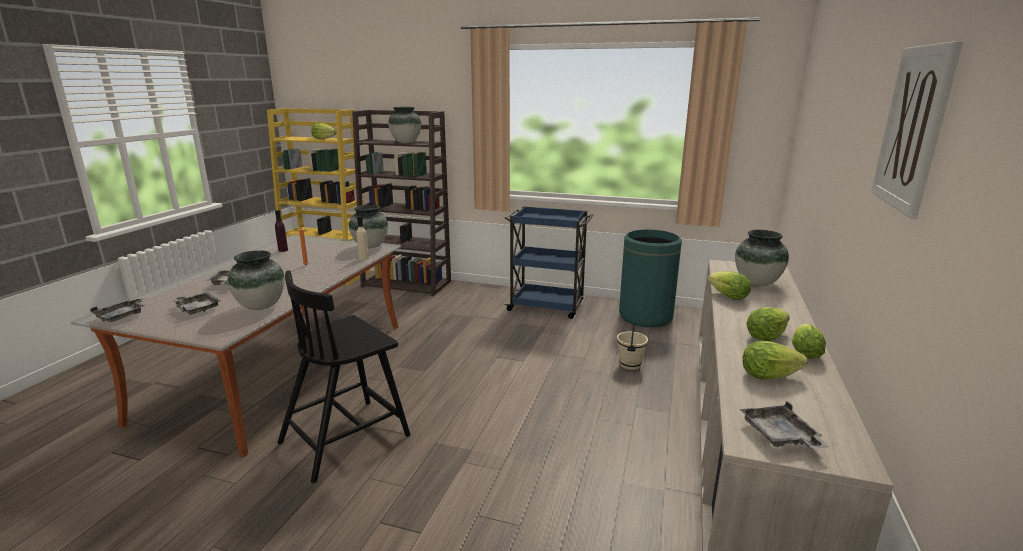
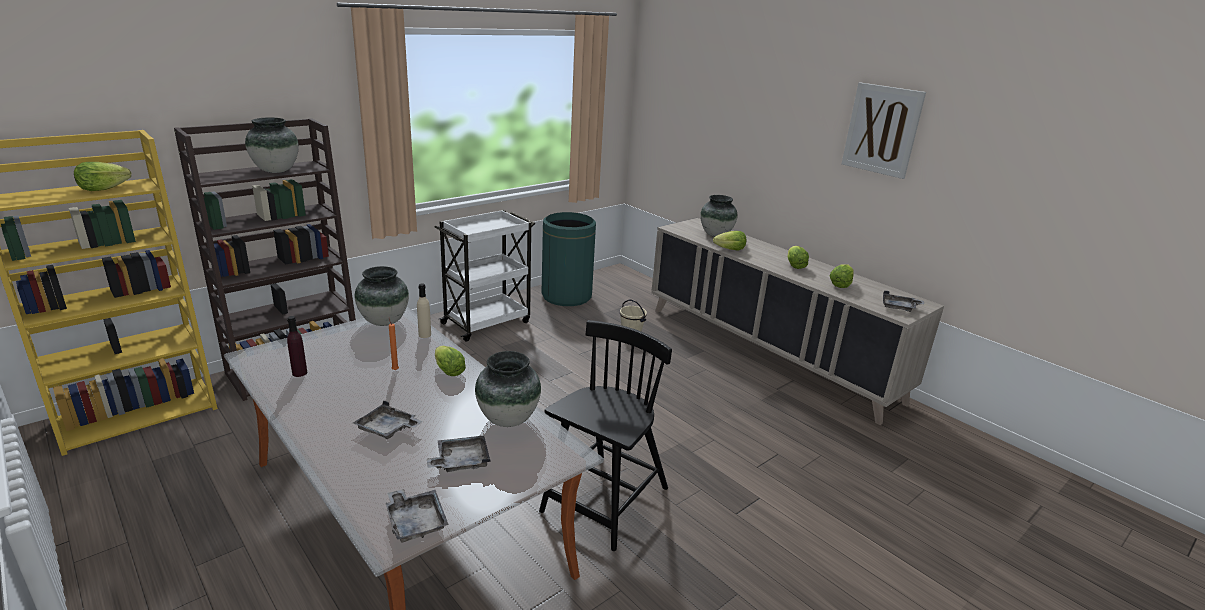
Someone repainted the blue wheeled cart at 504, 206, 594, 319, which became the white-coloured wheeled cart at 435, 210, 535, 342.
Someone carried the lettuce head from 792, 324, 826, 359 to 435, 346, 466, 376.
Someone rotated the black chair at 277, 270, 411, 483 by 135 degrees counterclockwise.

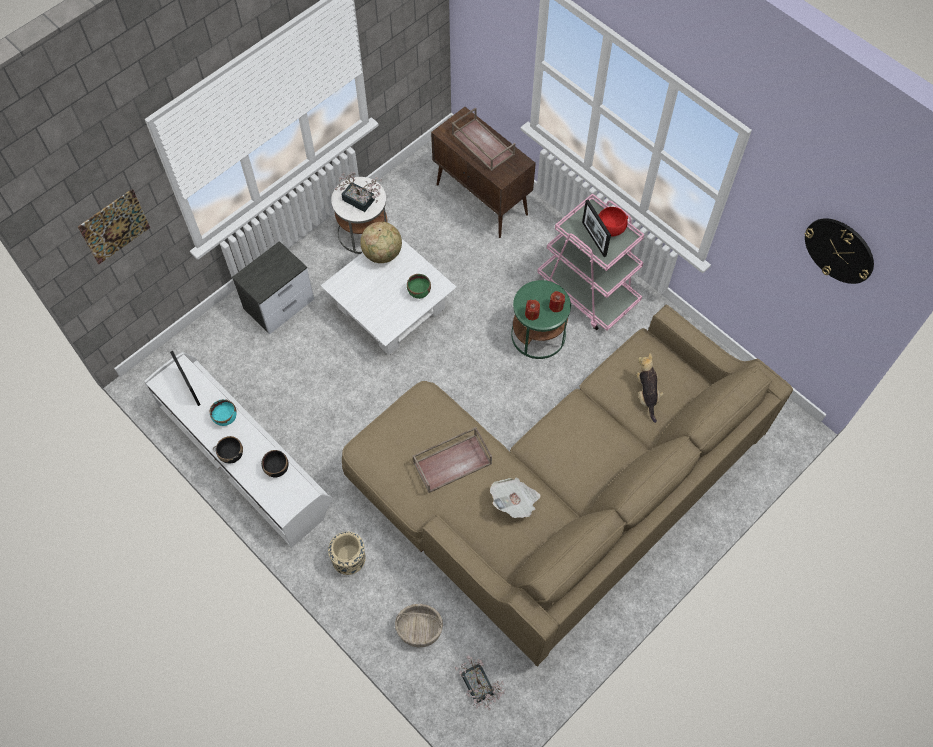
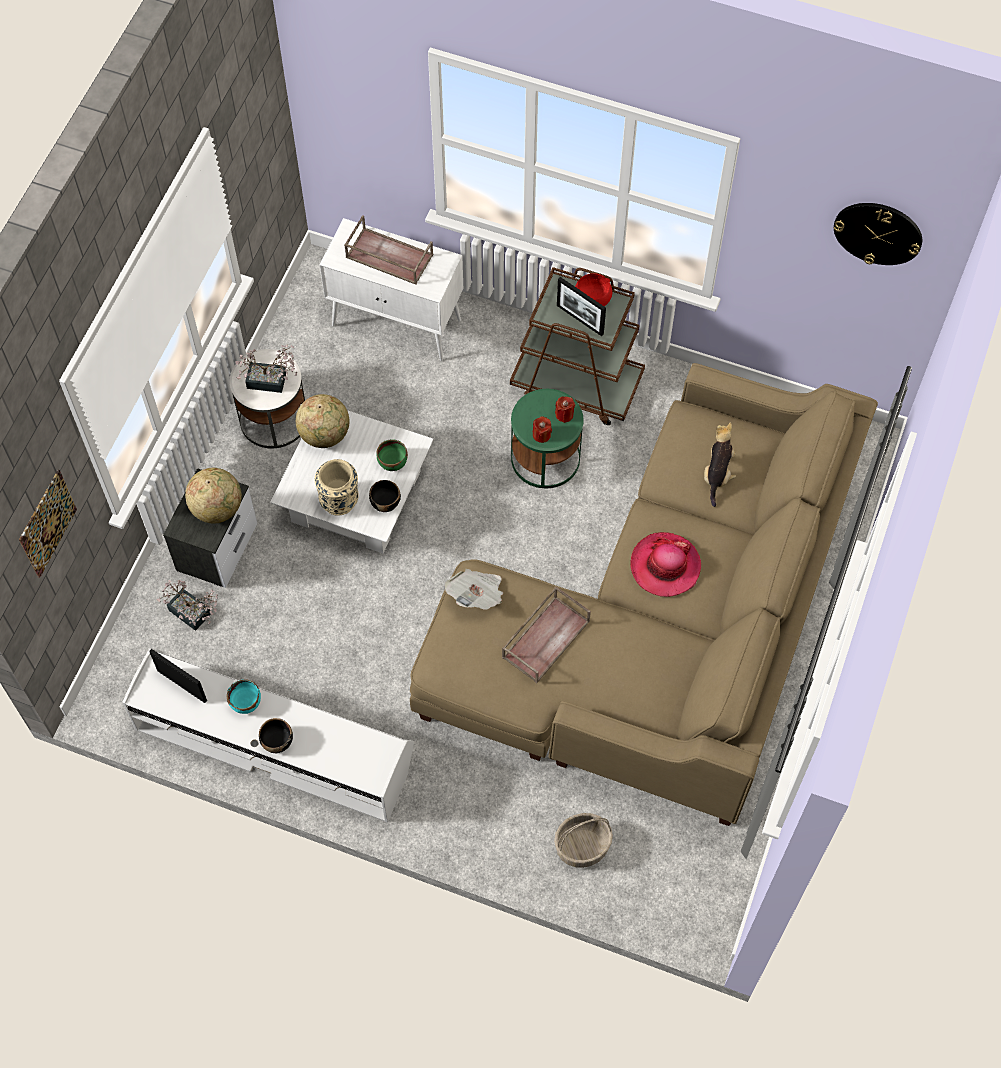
Someone carried the plant in a pot from 455, 656, 505, 710 to 157, 580, 218, 631.
Someone put down the desk globe at 185, 468, 242, 523.
Someone carried the beige-coloured decorative vase from 328, 532, 366, 575 to 315, 459, 359, 516.
Someone repainted the brown-coloured cabinet at 431, 107, 536, 238, which became the white-coloured cabinet at 320, 218, 463, 361.
Someone carried the black serving bowl from 261, 450, 289, 477 to 369, 480, 401, 512.
Someone carried the newspaper from 490, 478, 541, 518 to 445, 569, 503, 610.
Someone repainted the pinkish wheeled cart at 537, 193, 645, 331, which became the brown-coloured wheeled cart at 510, 267, 645, 425.
Someone put down the hat at 631, 532, 701, 597.
Someone rotated the soft toy at 636, 353, 664, 423 by 45 degrees clockwise.

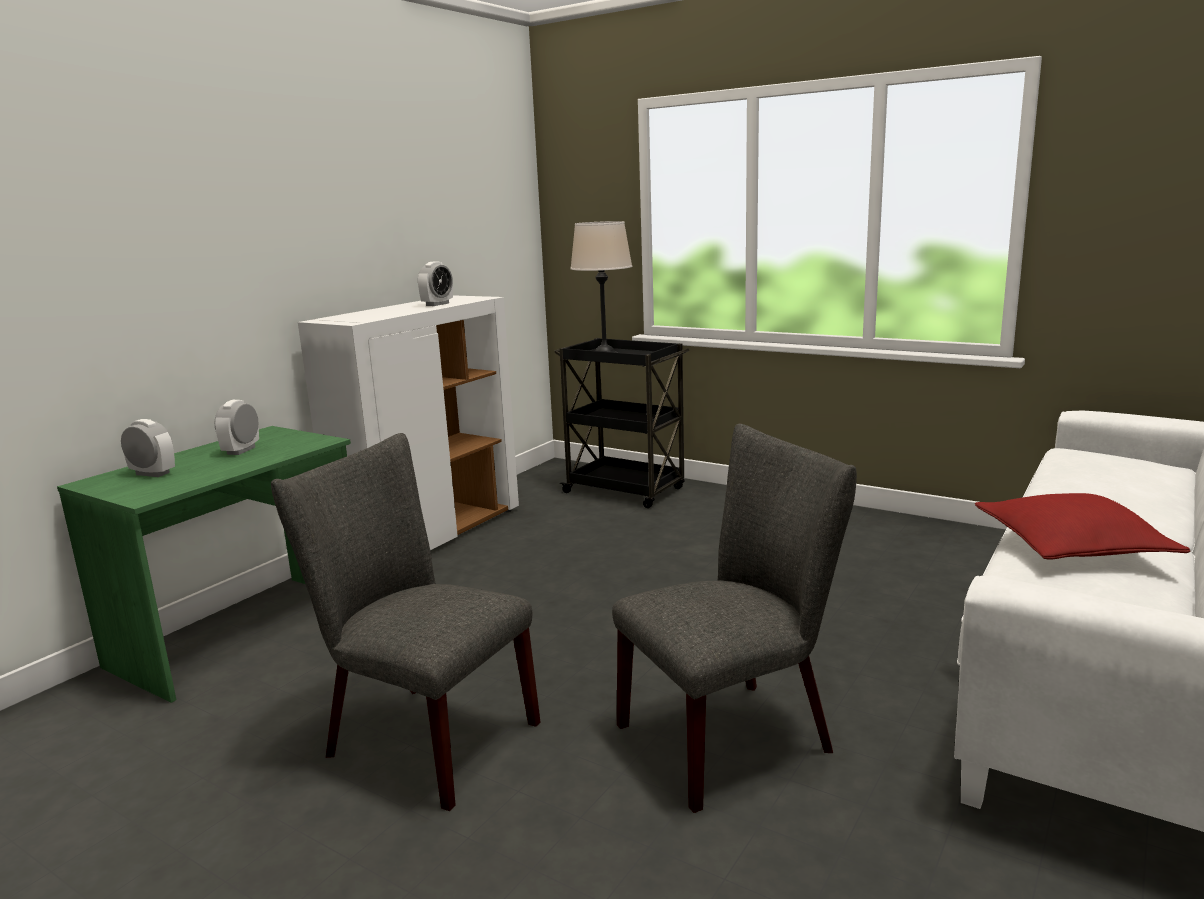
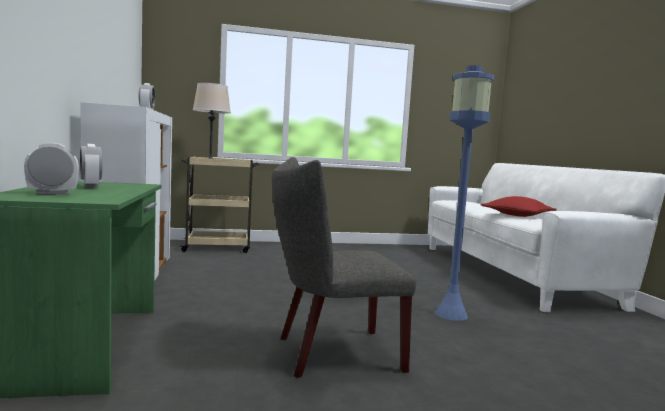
Someone repainted the black wheeled cart at 554, 338, 690, 508, which became the beige-coloured wheeled cart at 179, 157, 259, 253.
Someone swapped the greyish chair at 612, 424, 857, 813 for the blue floor lamp at 435, 65, 494, 321.

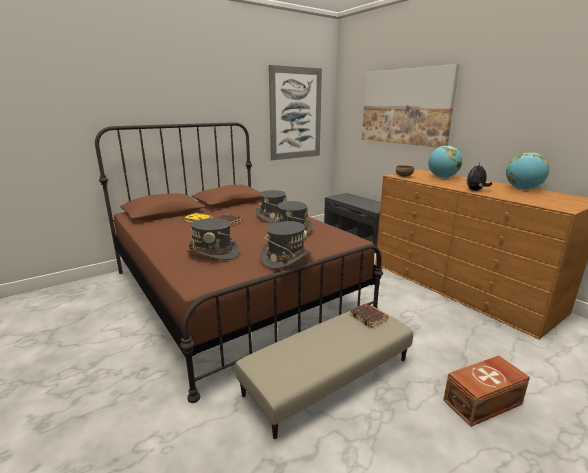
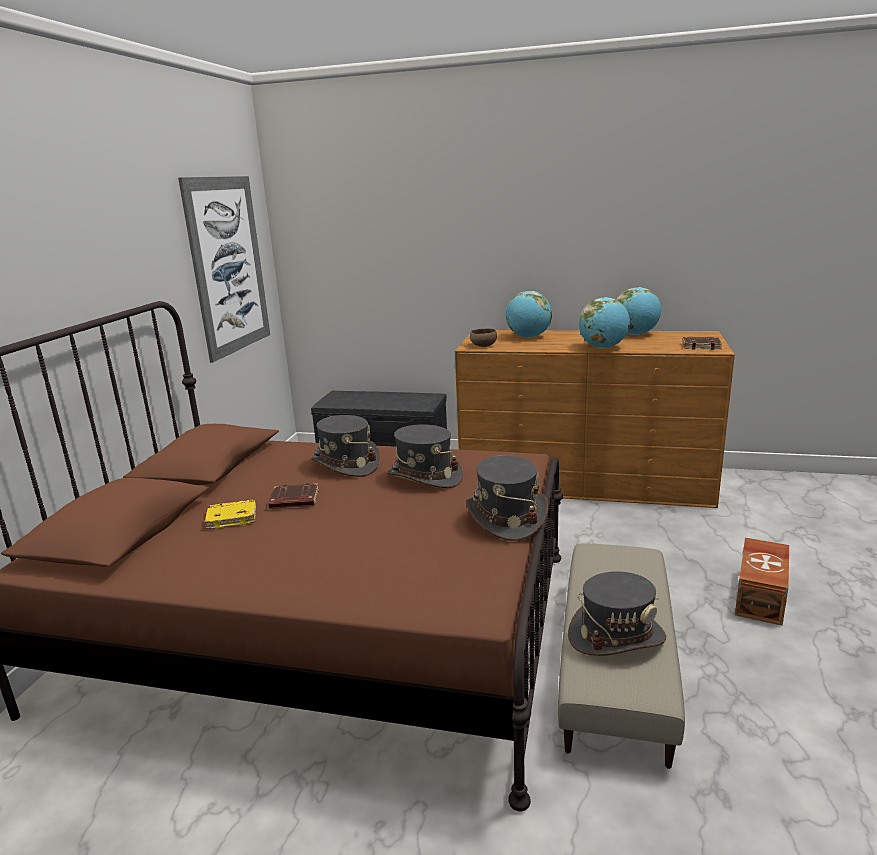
Someone carried the greyish hat from 187, 218, 239, 260 to 568, 571, 666, 656.
Someone swapped the soft toy at 467, 163, 492, 191 for the desk globe at 579, 297, 630, 348.
Someone carried the brown-coloured bound book from 350, 303, 388, 328 to 682, 337, 722, 350.
Someone took away the wall art at 362, 64, 460, 147.

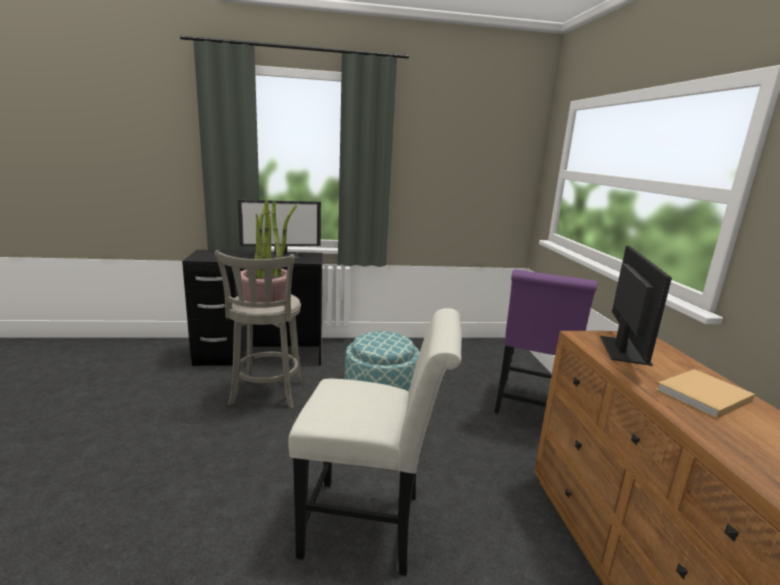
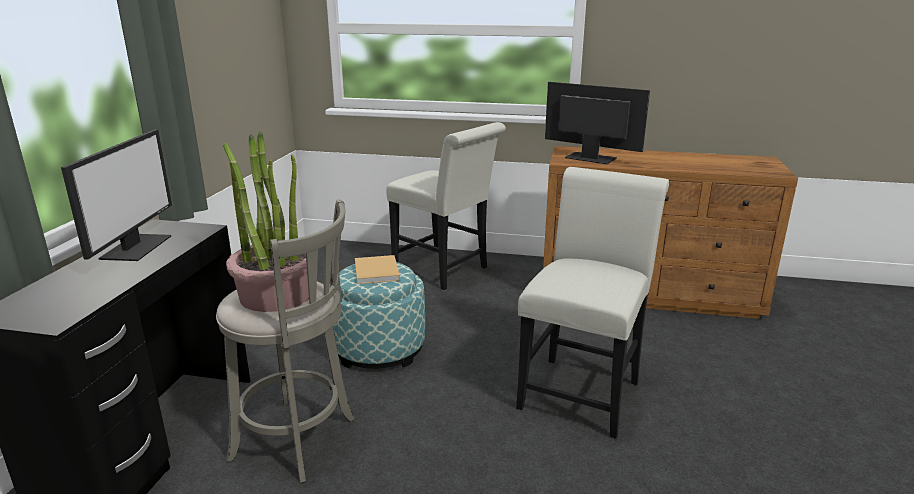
Someone carried the beige-coloured bound book from 656, 369, 755, 419 to 355, 255, 400, 284.
Someone repainted the purplish chair at 494, 270, 597, 414, which became the white-coloured chair at 386, 122, 506, 290.

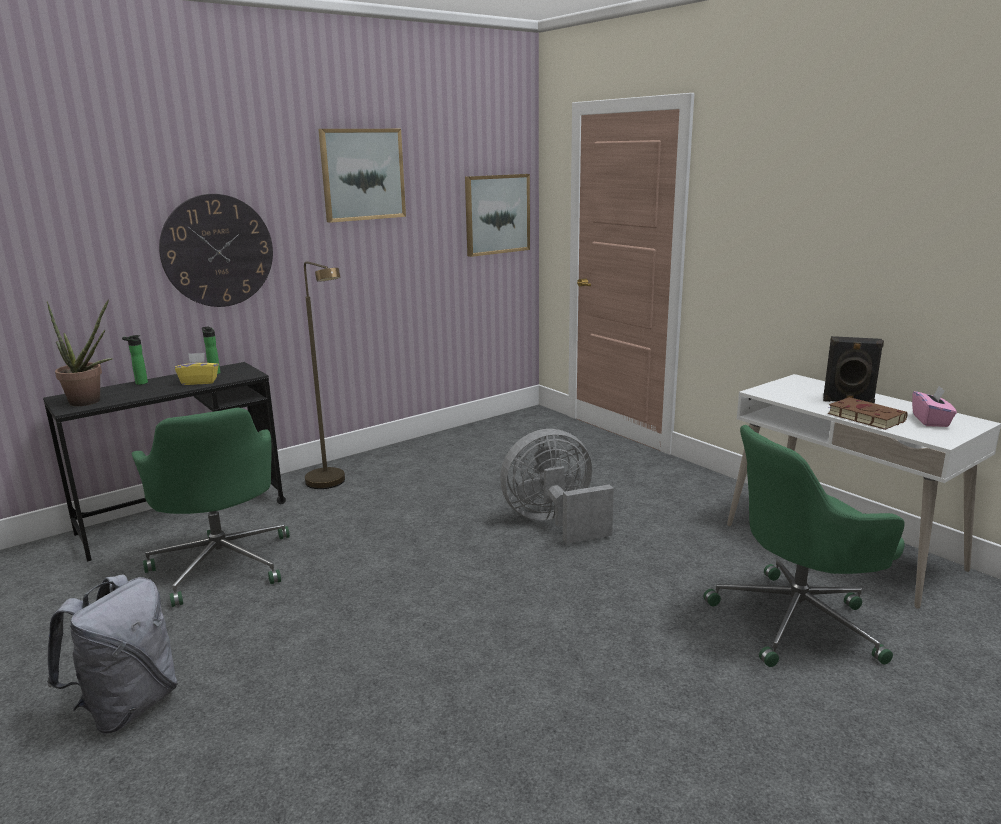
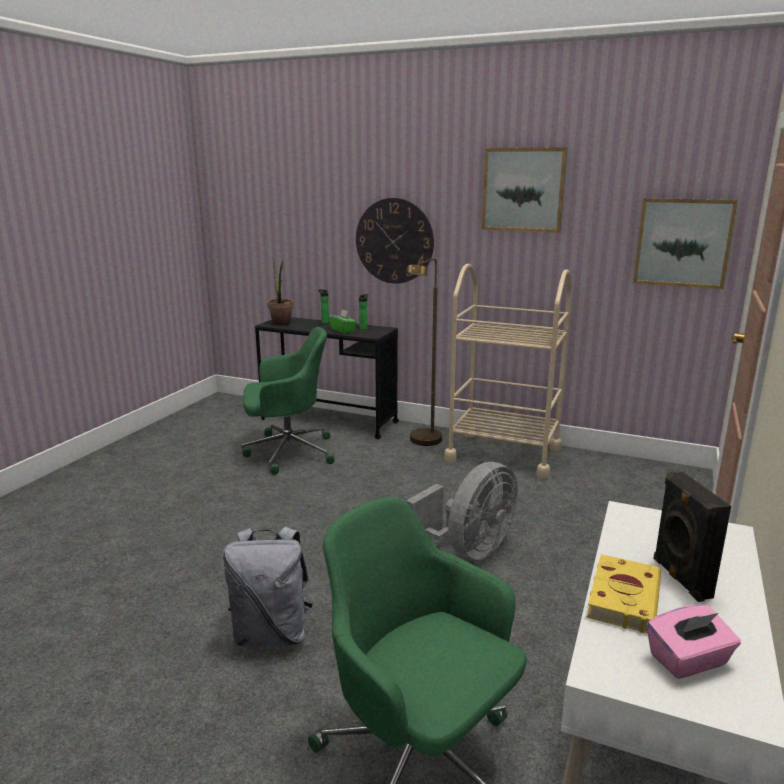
Someone carried the greyish knapsack from 47, 574, 178, 734 to 223, 527, 313, 646.
Someone rotated the green computer chair at 132, 408, 290, 607 by 135 degrees counterclockwise.
Someone repainted the yellow-coloured tissue holder at 175, 353, 219, 385, which became the green tissue holder at 329, 309, 357, 333.
Someone rotated the greyish electric fan at 500, 429, 614, 544 by 90 degrees clockwise.
Someone put down the beige-coloured wheeled cart at 444, 264, 572, 479.
Someone repainted the brown-coloured bound book at 828, 397, 907, 430, which became the yellow-coloured bound book at 587, 554, 661, 633.

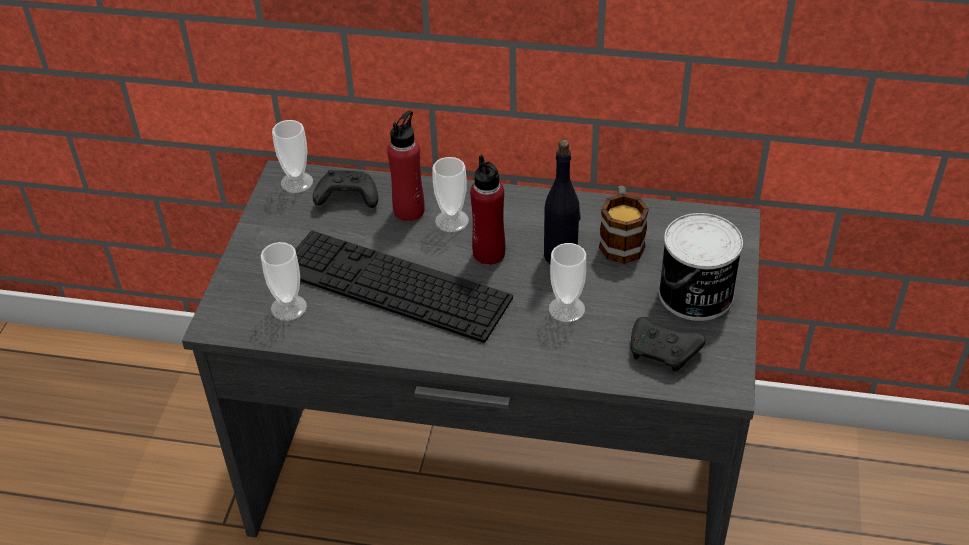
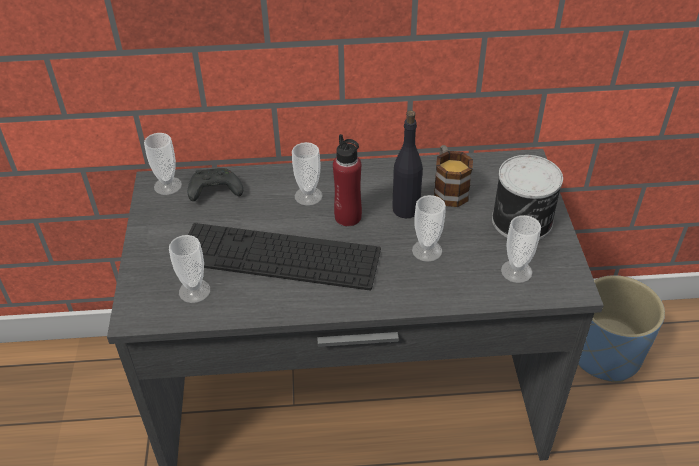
Someone swapped the black gamepad at 631, 317, 705, 372 for the drinking cup at 501, 215, 541, 283.
Someone put down the blue plant pot at 578, 275, 665, 382.
Someone took away the red drink bottle at 387, 111, 425, 221.

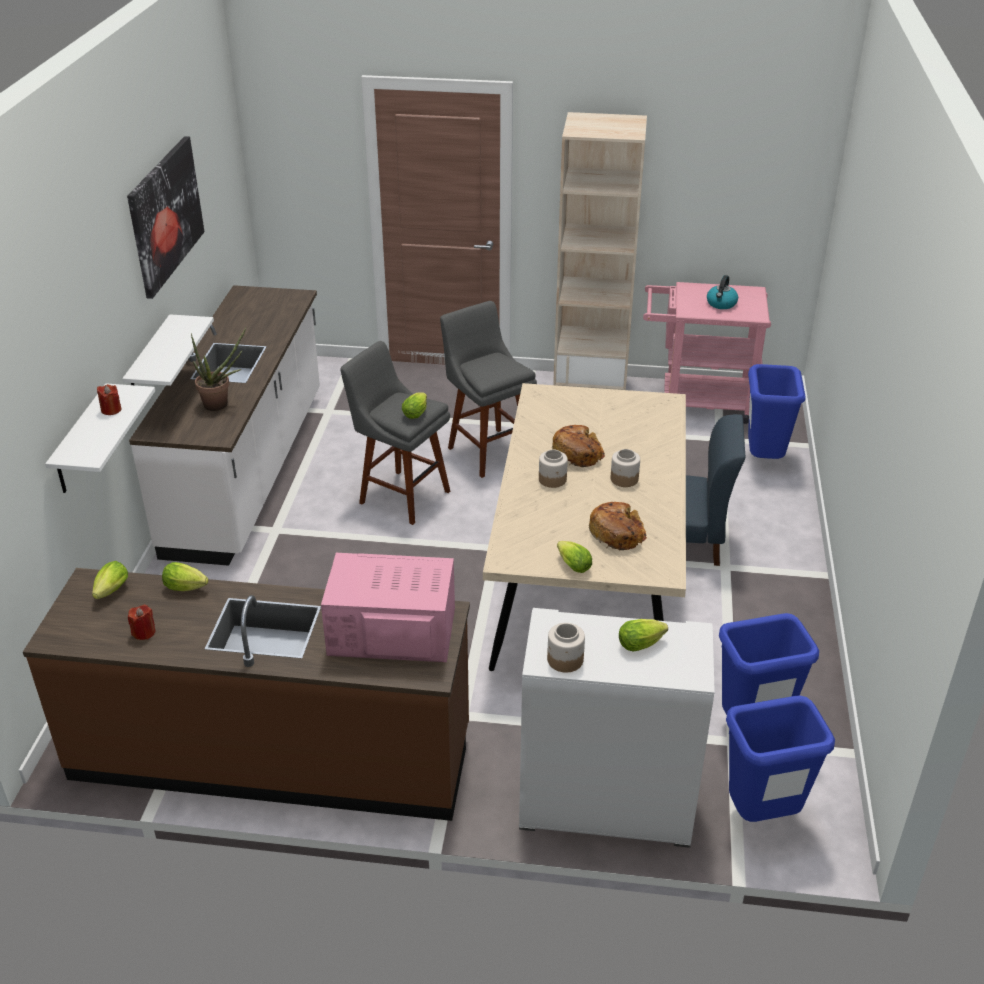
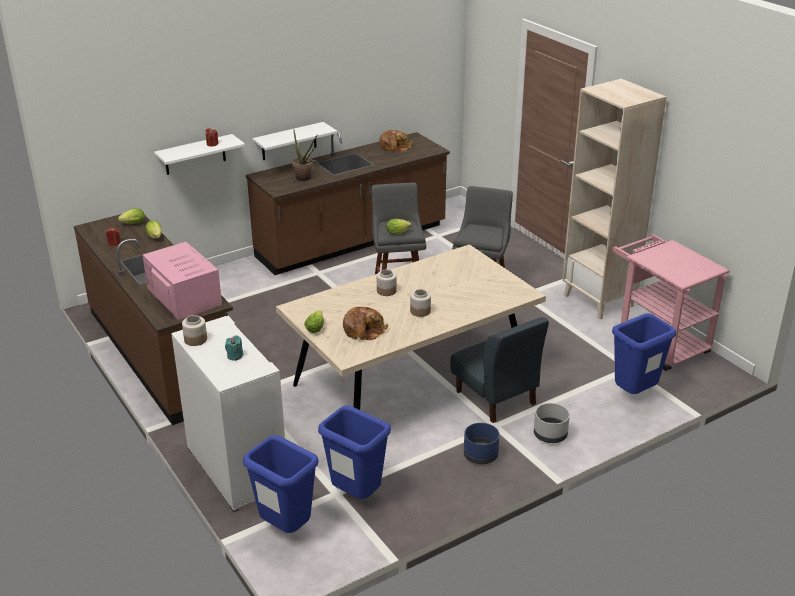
Someone swapped the lettuce head at 619, 619, 668, 652 for the turquoise wax candle at 225, 335, 243, 361.
Someone repainted the white-coloured kitchen counter at 129, 285, 320, 566, which became the brown-coloured kitchen counter at 246, 131, 450, 275.
Someone carried the baked bread from 552, 425, 605, 467 to 379, 130, 413, 152.
Someone put down the blue plant pot at 464, 423, 500, 464.
Someone put down the greyish plant pot at 534, 403, 570, 443.
Someone took away the wall art at 127, 136, 204, 299.
Someone took away the tea kettle at 707, 275, 738, 309.

